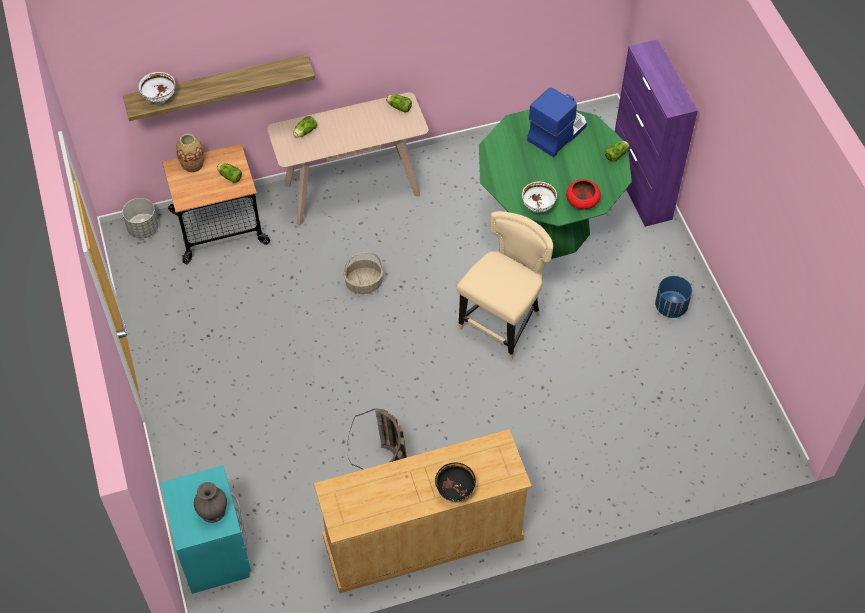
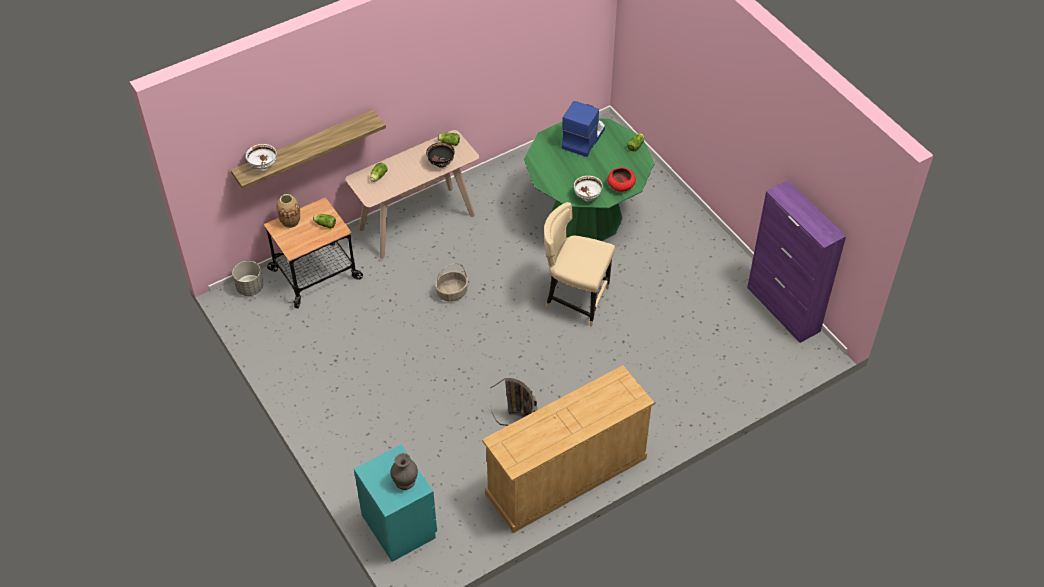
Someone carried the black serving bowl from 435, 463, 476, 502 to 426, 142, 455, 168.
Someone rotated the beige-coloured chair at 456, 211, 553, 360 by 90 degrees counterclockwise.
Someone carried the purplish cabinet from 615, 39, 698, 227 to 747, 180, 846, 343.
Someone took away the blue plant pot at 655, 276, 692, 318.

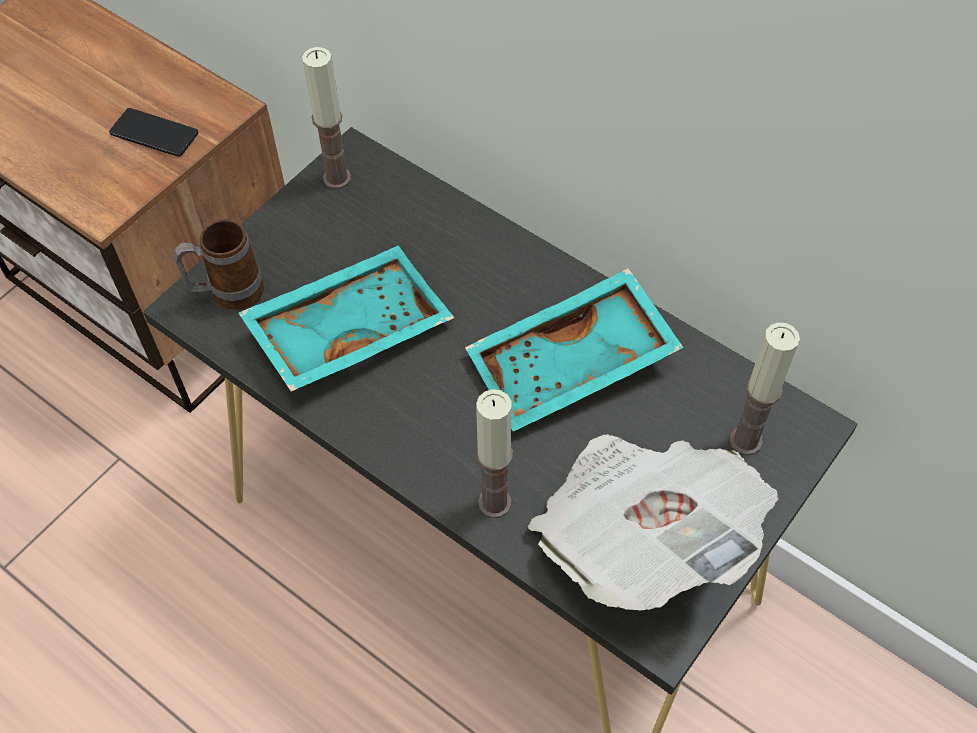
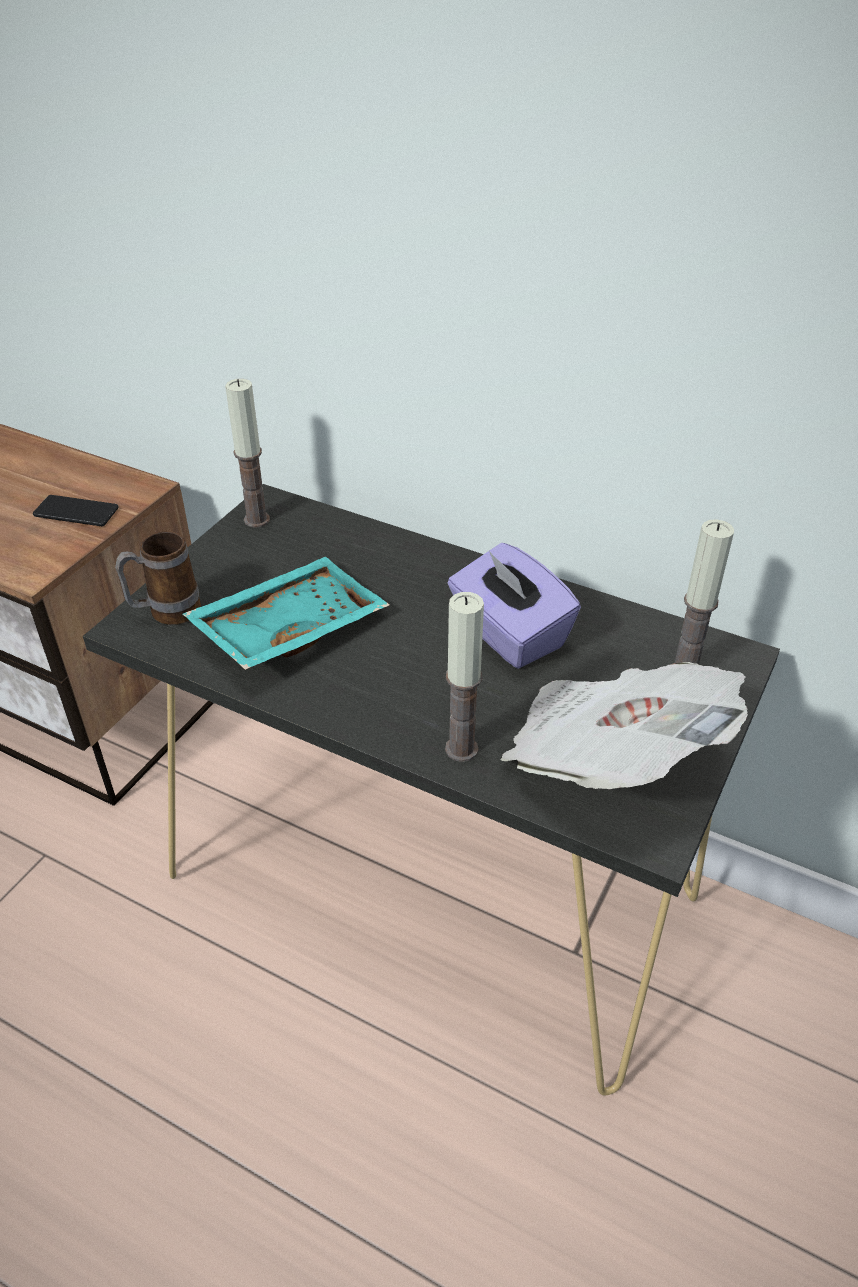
Someone swapped the turquoise serving tray at 465, 268, 684, 432 for the purplish tissue holder at 448, 543, 581, 669.

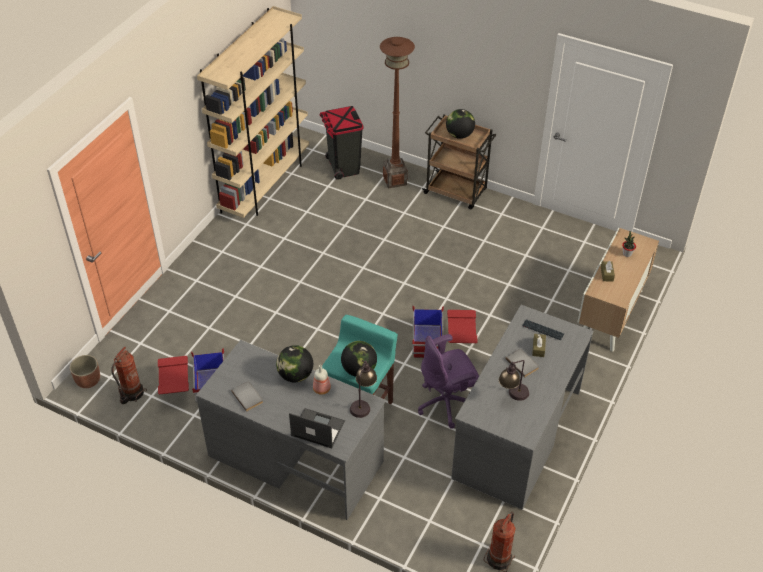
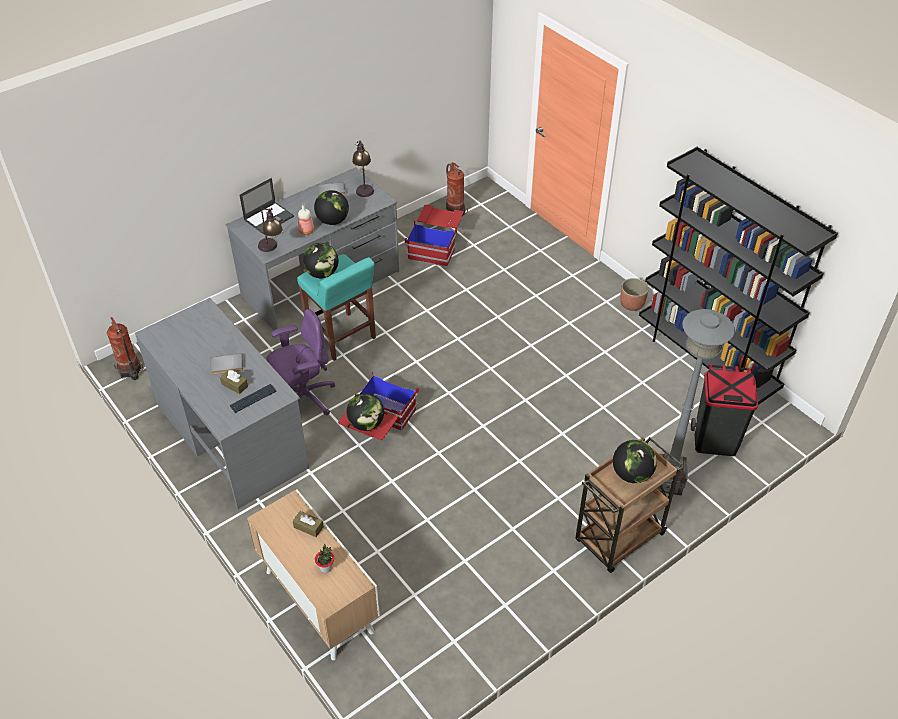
Someone rotated the purplish computer chair at 418, 334, 479, 429 by 60 degrees clockwise.
Someone put down the desk globe at 346, 393, 384, 431.
Someone carried the table lamp from 499, 360, 529, 401 to 352, 140, 374, 197.
Someone carried the plant pot from 70, 355, 100, 388 to 620, 278, 649, 311.
Someone repainted the beige-coloured shelving unit at 197, 6, 309, 218, which became the black shelving unit at 639, 147, 838, 405.
Someone repainted the brown-coloured floor lamp at 380, 37, 415, 188, which became the greyish floor lamp at 657, 309, 735, 495.

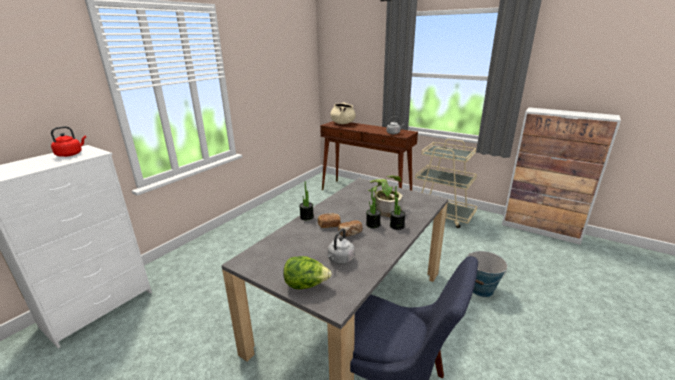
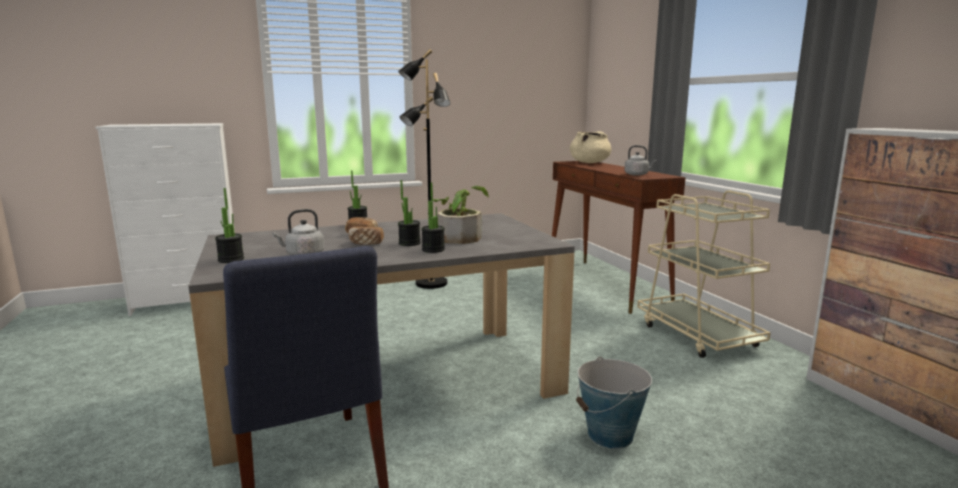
Someone swapped the lettuce head at 283, 256, 332, 290 for the plant in a pot at 215, 188, 244, 263.
Someone put down the black floor lamp at 398, 49, 450, 289.
Someone took away the red tea kettle at 51, 126, 86, 157.

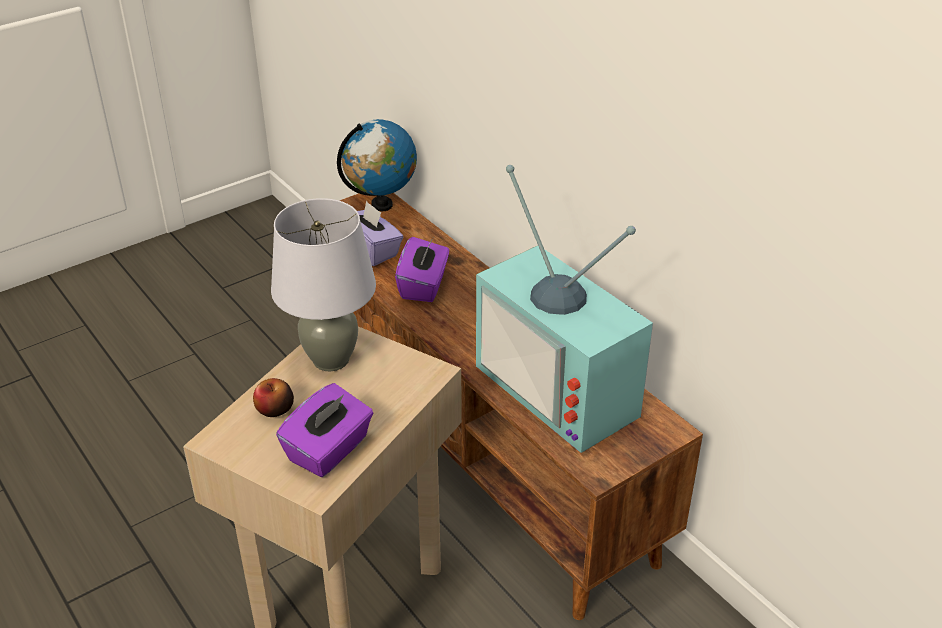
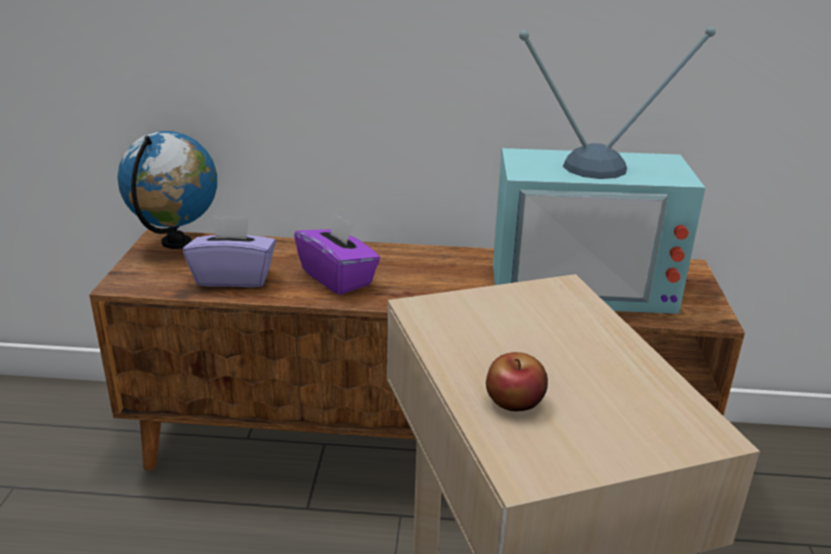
Someone took away the greyish table lamp at 271, 198, 376, 371.
Someone took away the purplish tissue holder at 276, 383, 373, 477.

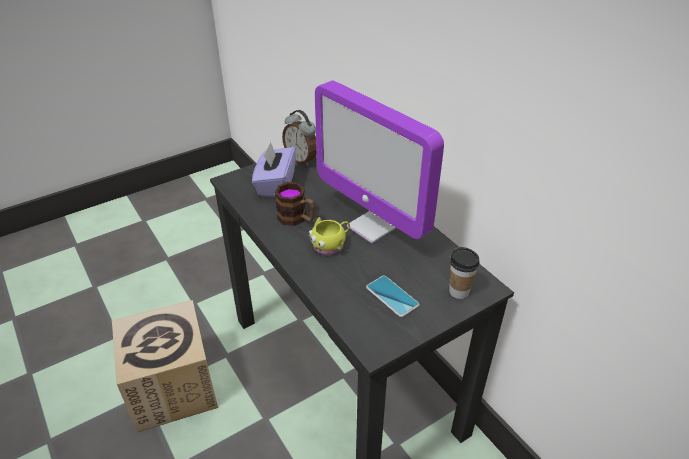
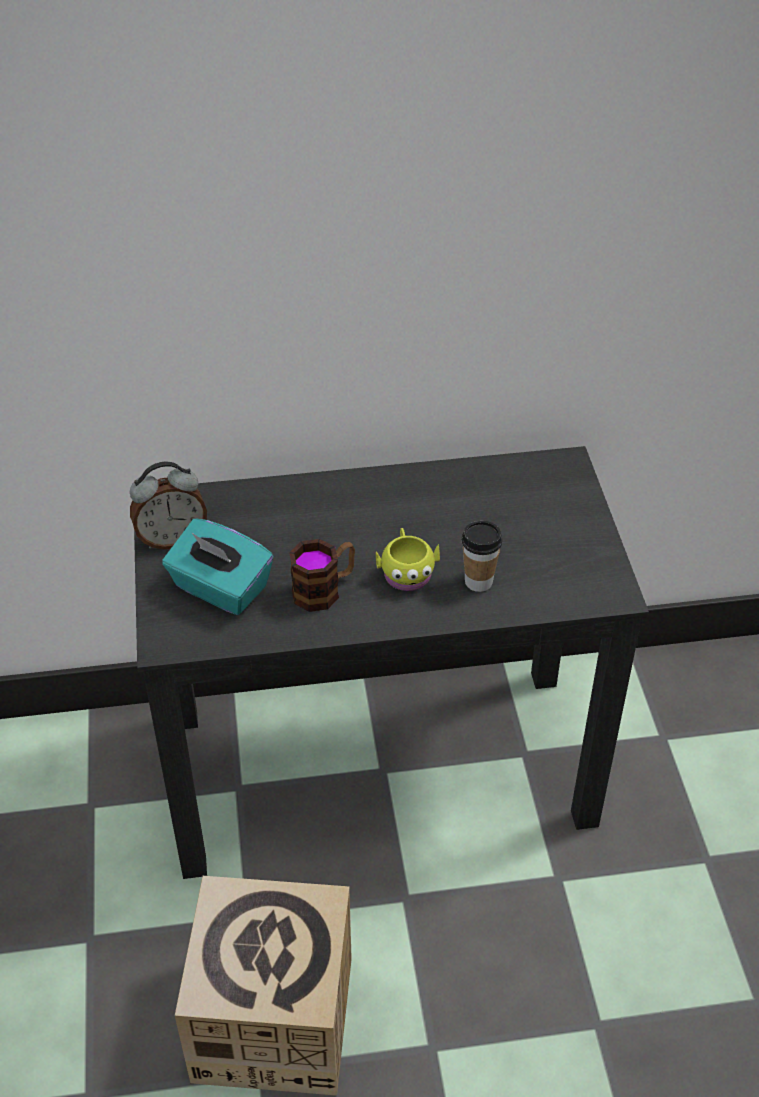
Someone repainted the purplish tissue holder at 252, 142, 296, 198, which became the turquoise tissue holder at 162, 518, 273, 615.
Someone carried the drinking cup from 449, 247, 480, 299 to 462, 521, 502, 592.
Someone took away the monitor at 315, 80, 444, 243.
Someone took away the handset at 366, 276, 420, 317.

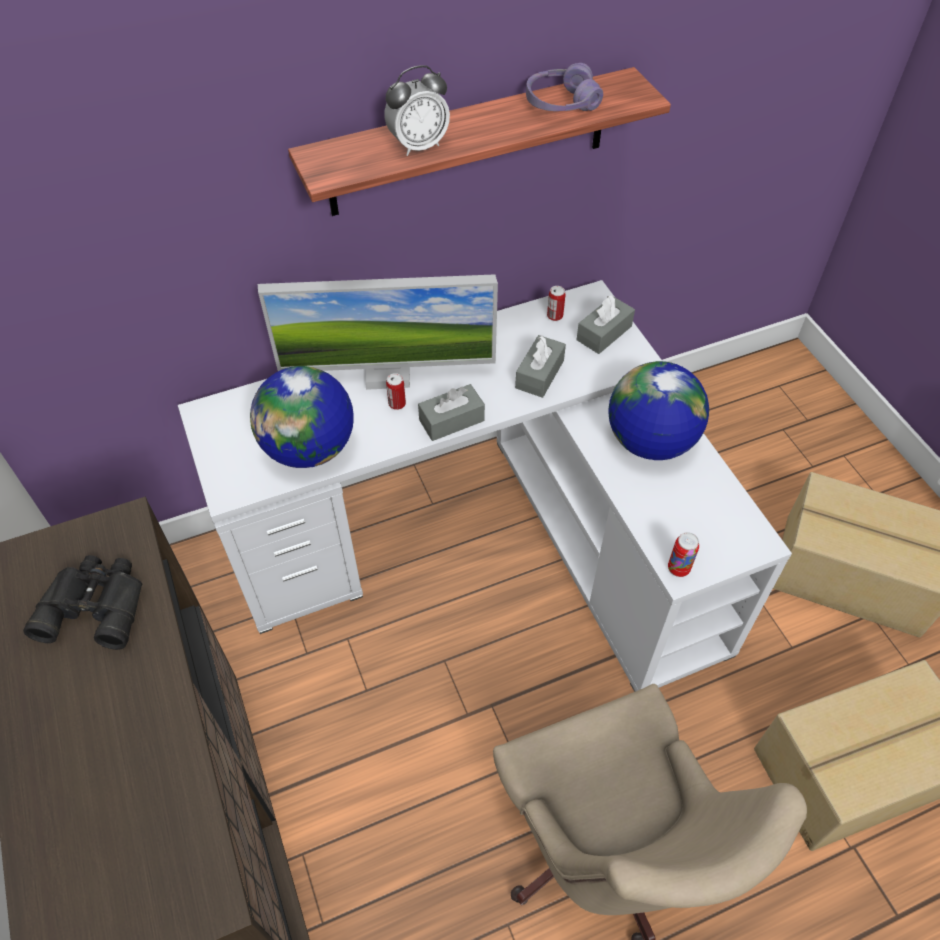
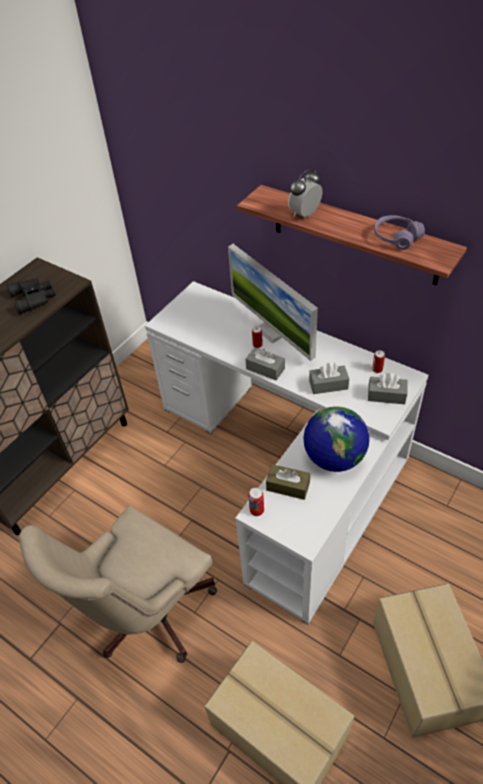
Someone put down the brown-coloured tissue holder at 266, 464, 310, 500.
Someone rotated the alarm clock at 385, 65, 450, 156 by 105 degrees clockwise.
Someone took away the desk globe at 250, 366, 354, 468.

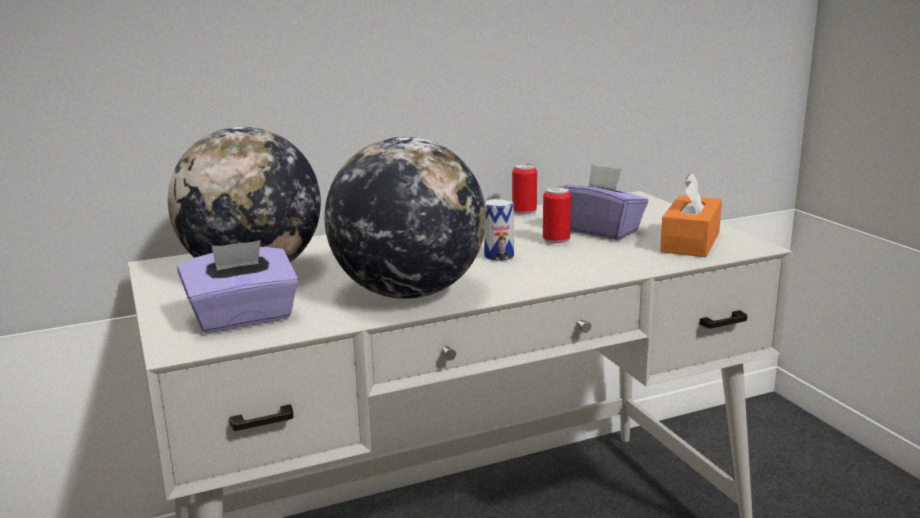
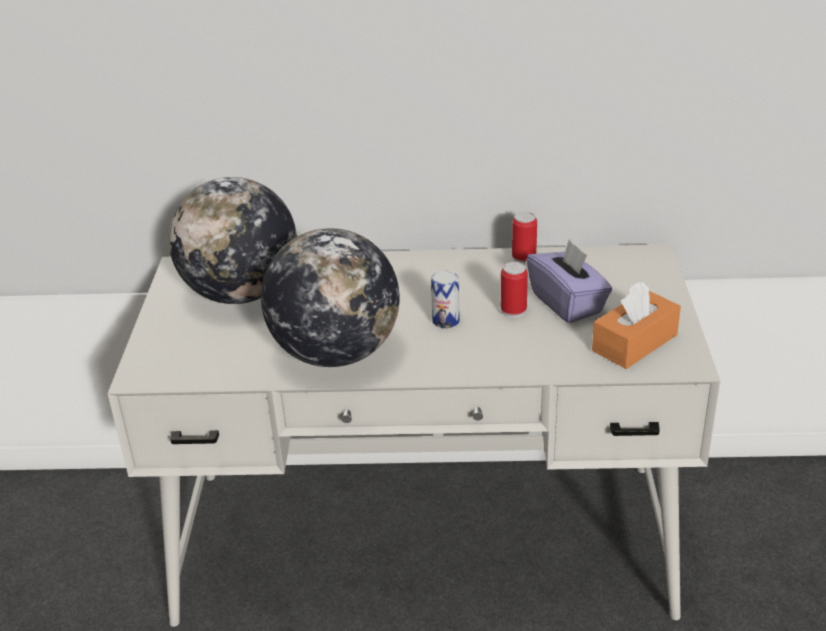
Someone took away the purplish tissue holder at 177, 240, 299, 333.

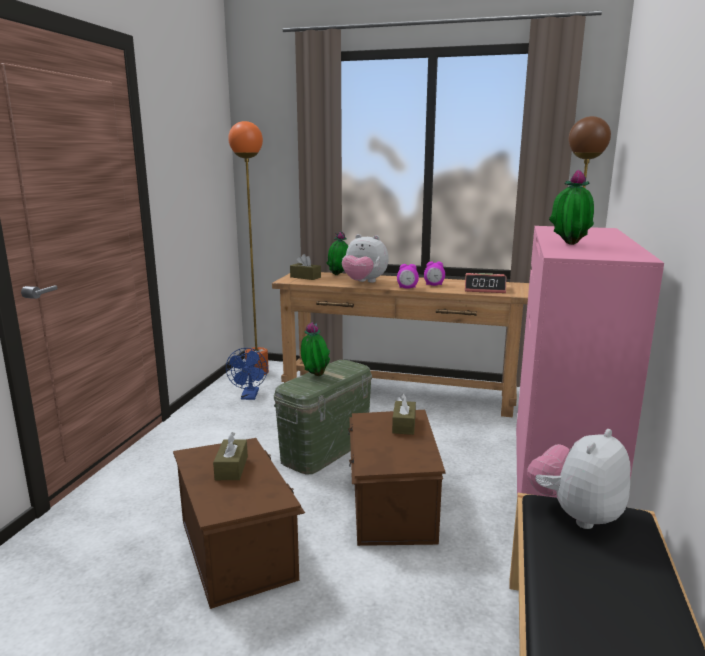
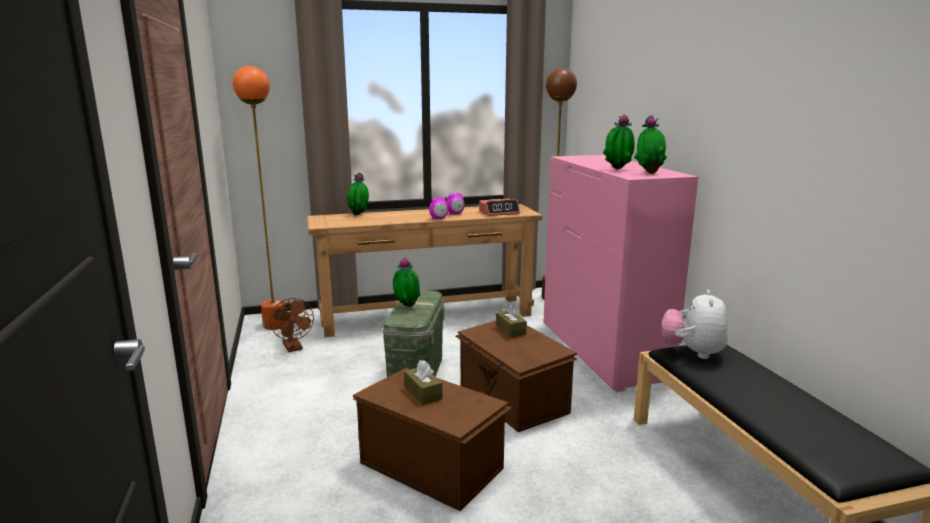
Someone repainted the blue electric fan at 226, 348, 268, 400, which became the brown-coloured electric fan at 270, 298, 314, 352.
Someone put down the plant in a pot at 634, 115, 667, 174.
Someone took away the brown-coloured tissue holder at 290, 254, 321, 280.
Someone took away the soft toy at 342, 234, 389, 283.

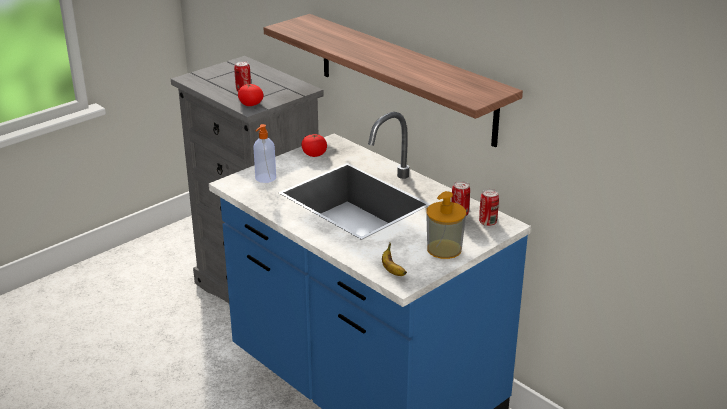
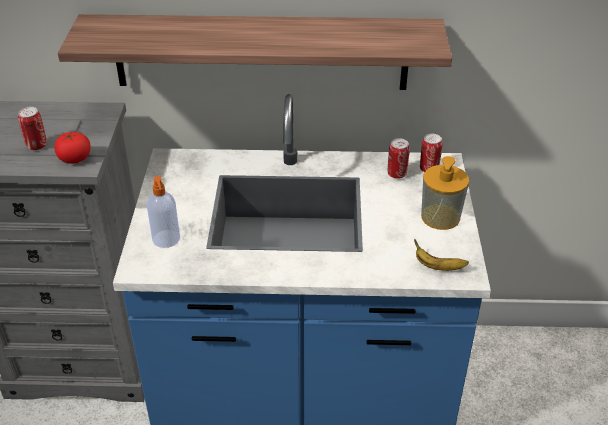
Someone took away the whole tomato at 302, 134, 327, 157.

